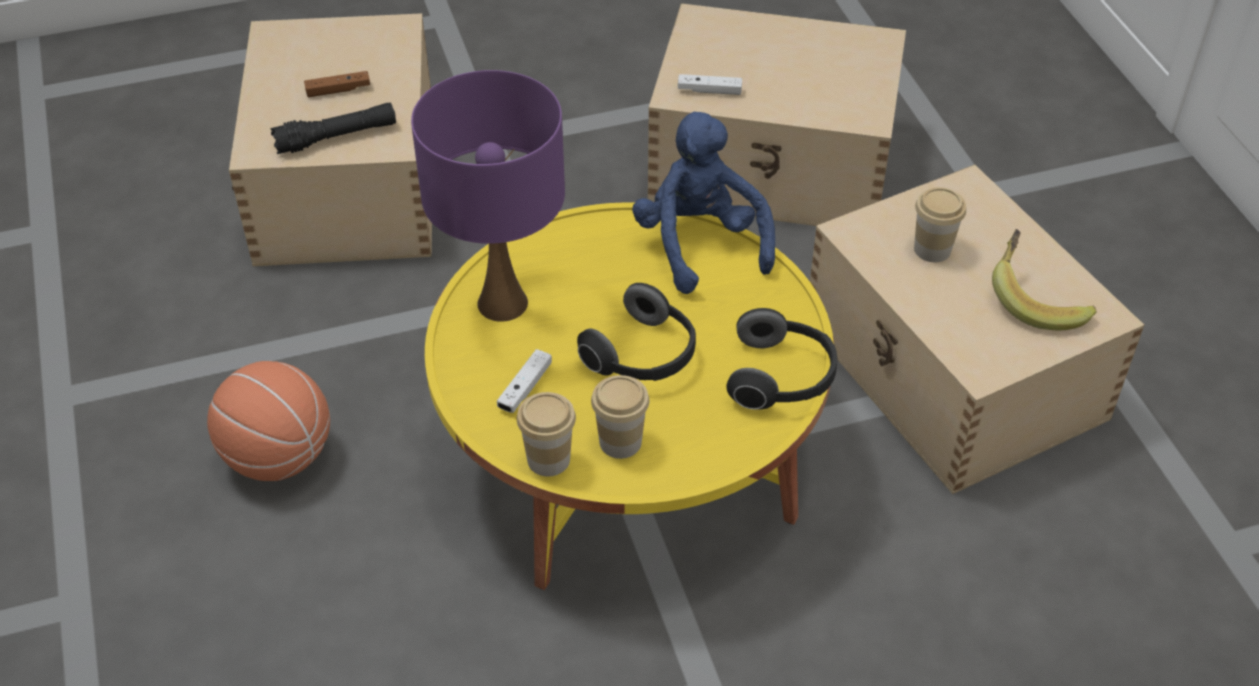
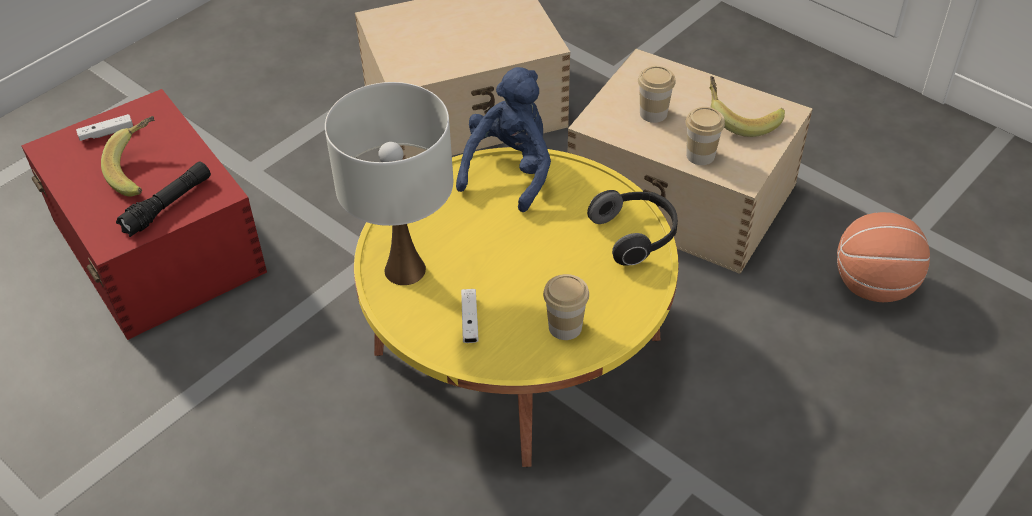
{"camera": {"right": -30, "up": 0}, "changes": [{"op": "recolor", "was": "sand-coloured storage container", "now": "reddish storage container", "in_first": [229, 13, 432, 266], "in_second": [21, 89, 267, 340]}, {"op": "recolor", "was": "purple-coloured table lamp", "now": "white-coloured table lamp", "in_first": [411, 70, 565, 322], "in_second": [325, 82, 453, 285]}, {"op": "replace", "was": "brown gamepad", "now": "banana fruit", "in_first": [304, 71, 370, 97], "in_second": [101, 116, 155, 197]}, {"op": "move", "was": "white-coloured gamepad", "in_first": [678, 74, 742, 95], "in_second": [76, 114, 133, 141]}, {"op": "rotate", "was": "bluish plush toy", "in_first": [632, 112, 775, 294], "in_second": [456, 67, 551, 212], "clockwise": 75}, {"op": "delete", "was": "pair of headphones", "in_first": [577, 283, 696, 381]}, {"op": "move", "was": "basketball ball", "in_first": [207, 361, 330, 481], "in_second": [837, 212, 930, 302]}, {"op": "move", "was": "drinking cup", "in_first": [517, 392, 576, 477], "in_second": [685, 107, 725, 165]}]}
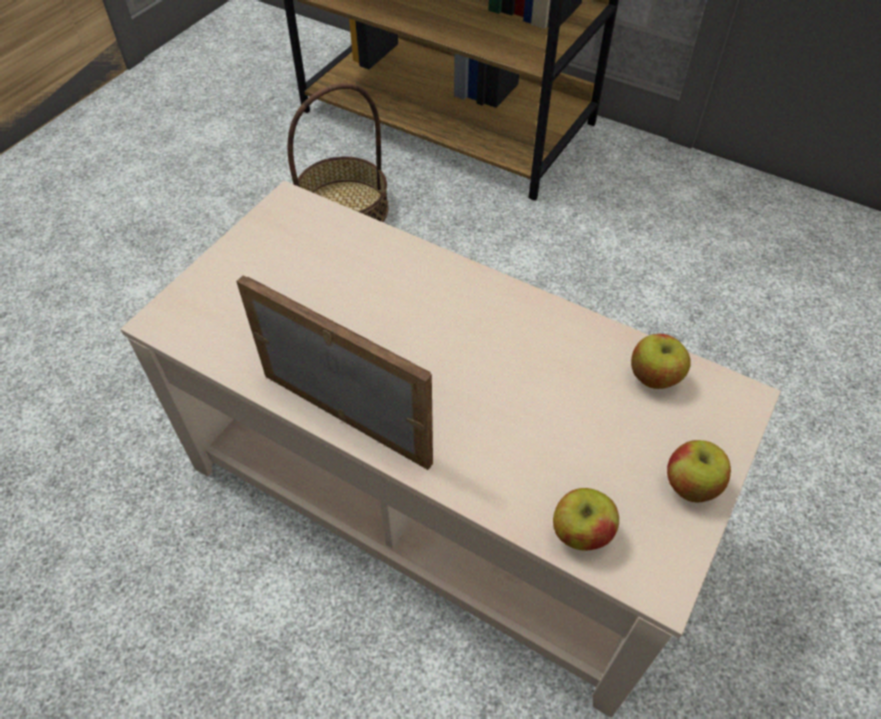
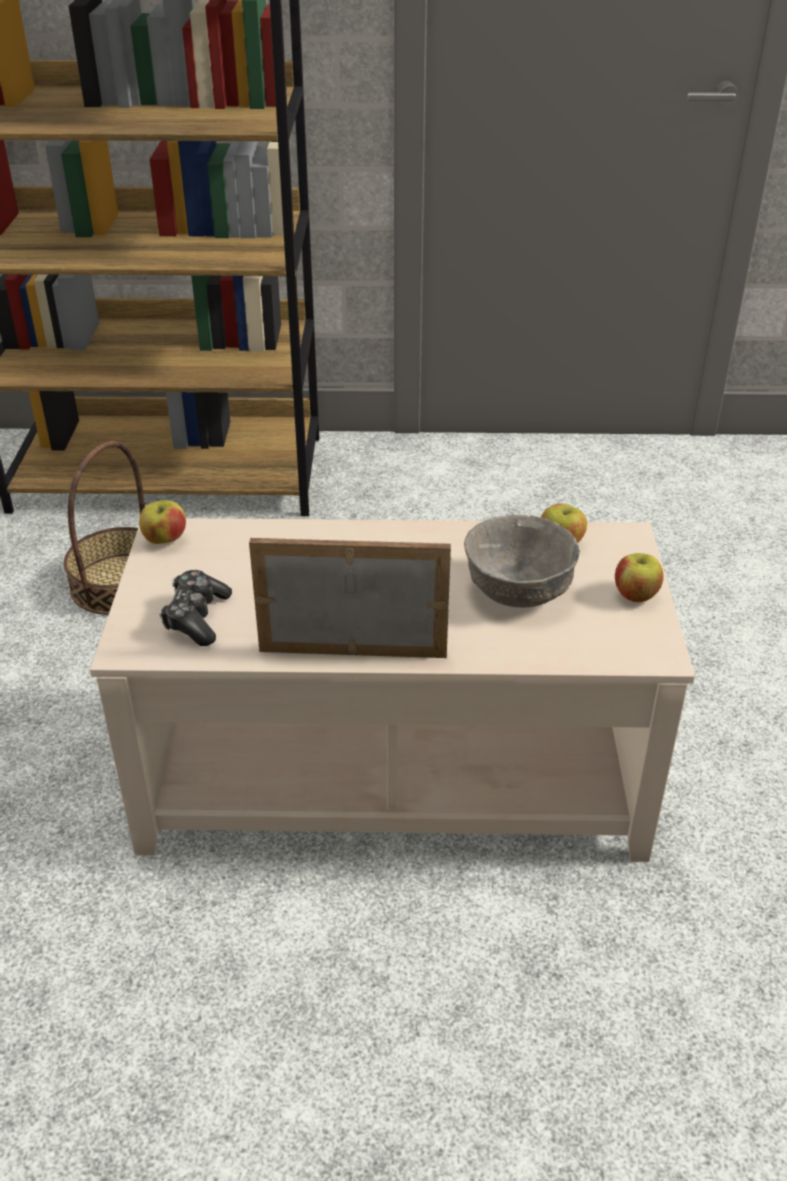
{"camera": {"right": -30, "up": -15}, "changes": [{"op": "move", "was": "whole apple", "in_first": [553, 488, 619, 551], "in_second": [139, 500, 186, 544]}, {"op": "insert", "now": "greyish serving bowl", "in_second": [464, 515, 580, 607]}, {"op": "insert", "now": "gamepad", "in_second": [159, 570, 232, 646]}]}
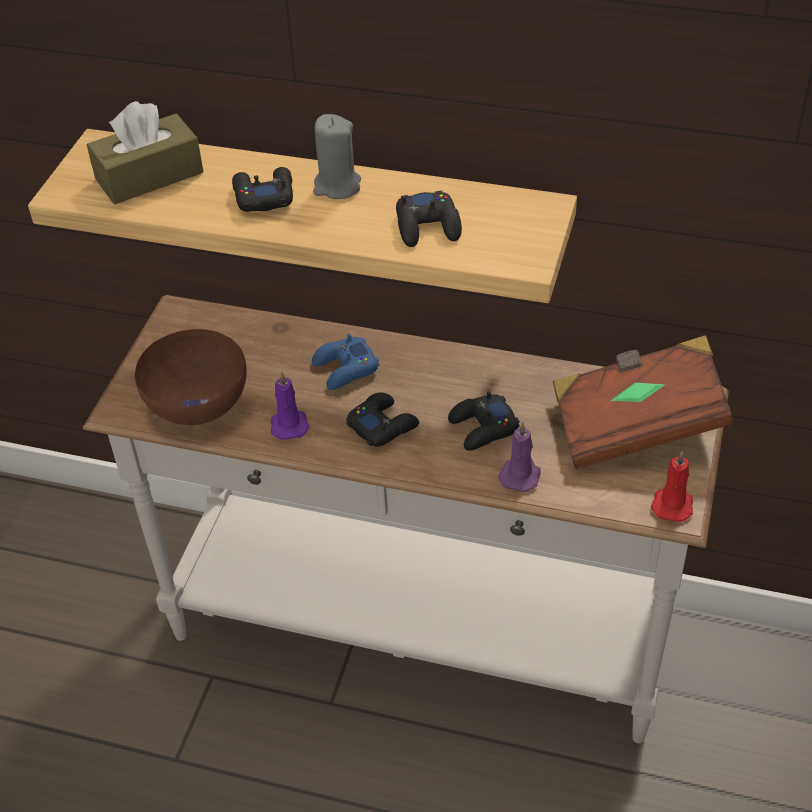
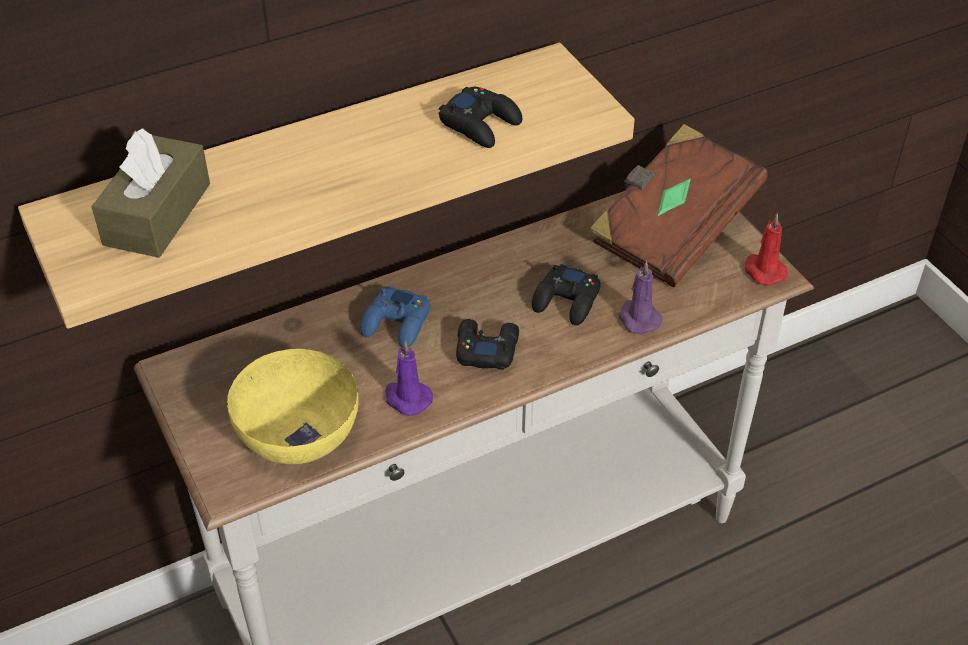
{"camera": {"right": -45, "up": 0}, "changes": [{"op": "delete", "was": "greyish wax candle", "in_first": [313, 114, 361, 199]}, {"op": "delete", "was": "black gamepad", "in_first": [232, 167, 293, 212]}, {"op": "recolor", "was": "brown serving bowl", "now": "yellowish serving bowl", "in_first": [135, 329, 247, 425], "in_second": [227, 349, 359, 464]}]}
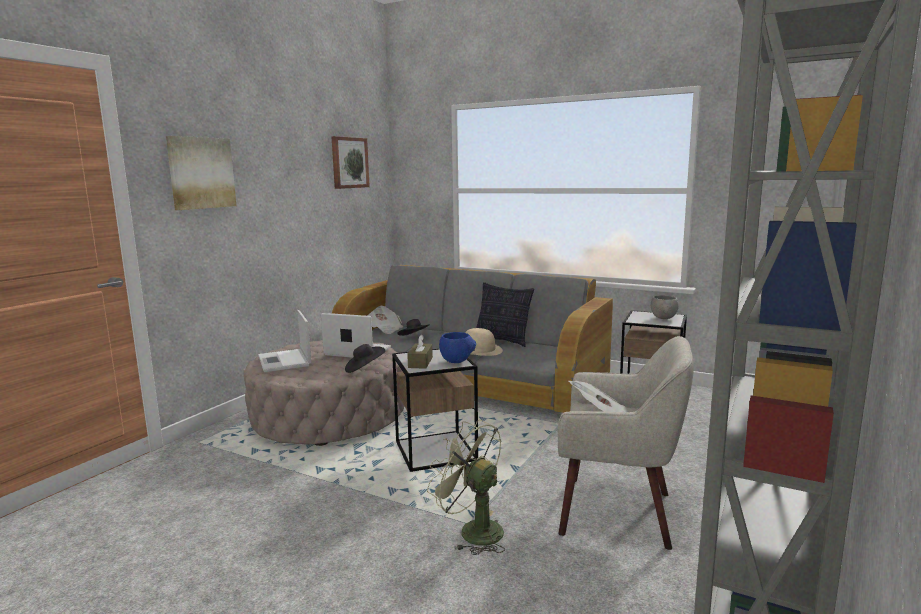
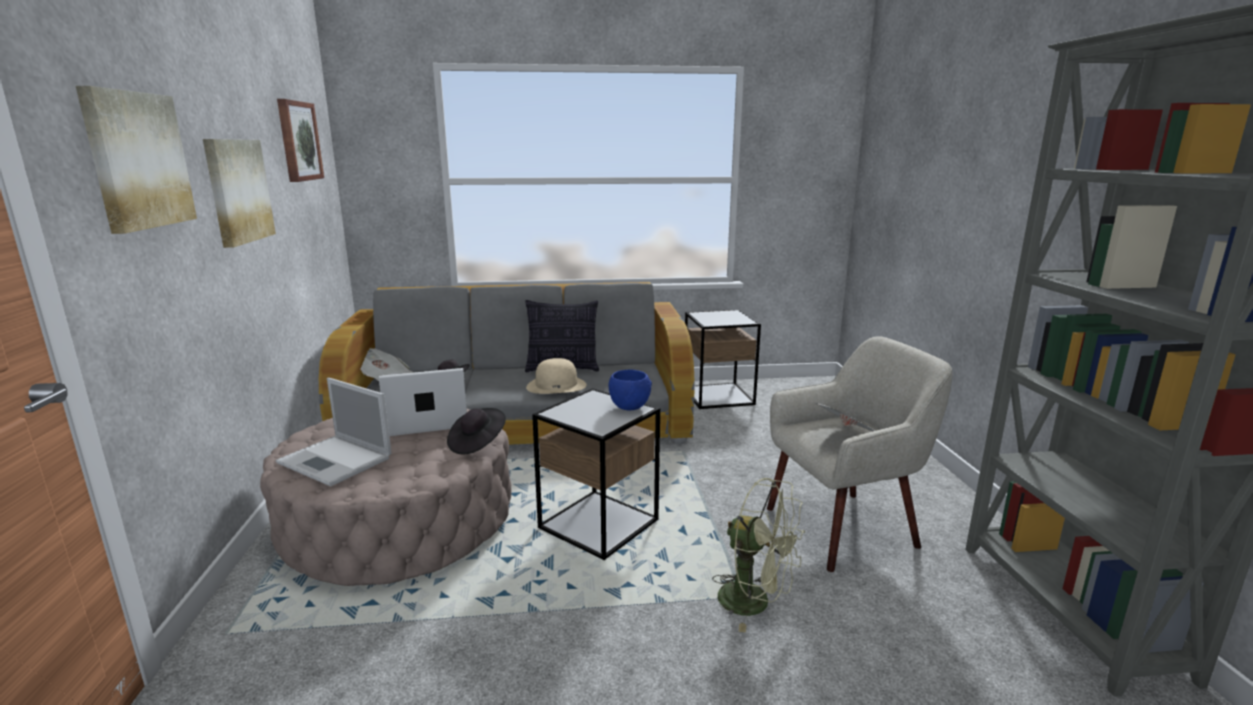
{"camera": {"right": -35, "up": 5}, "changes": [{"op": "delete", "was": "greyish serving bowl", "in_first": [651, 295, 679, 319]}, {"op": "delete", "was": "brown tissue holder", "in_first": [407, 334, 433, 369]}, {"op": "rotate", "was": "green-coloured cooling fan", "in_first": [427, 420, 505, 555], "in_second": [712, 478, 805, 632], "clockwise": -150}, {"op": "insert", "now": "picture", "in_second": [203, 139, 276, 248]}]}
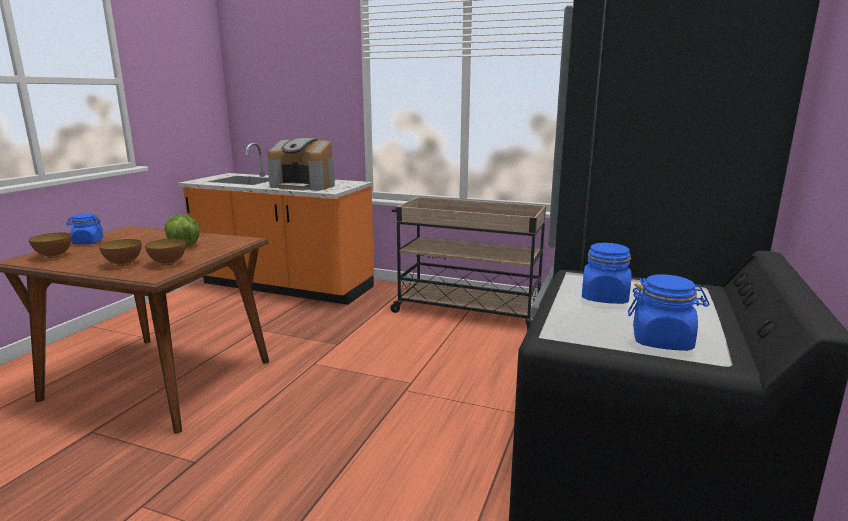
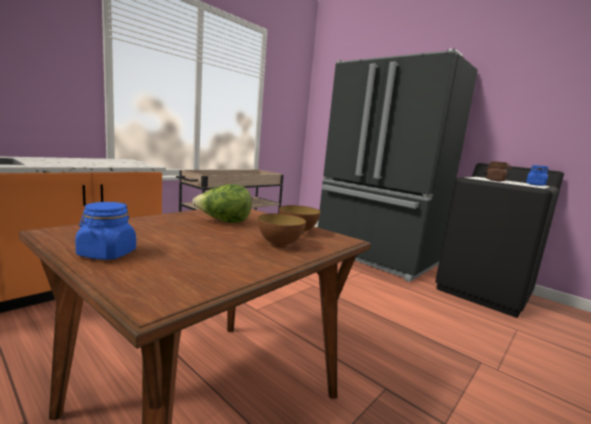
{"camera": {"right": -70, "up": -5}, "changes": [{"op": "delete", "was": "coffee machine", "in_first": [267, 138, 335, 191]}, {"op": "delete", "was": "serving bowl", "in_first": [29, 233, 72, 258]}, {"op": "recolor", "was": "bluish storage jar", "now": "brown storage jar", "in_first": [582, 243, 631, 304], "in_second": [486, 161, 511, 182]}]}
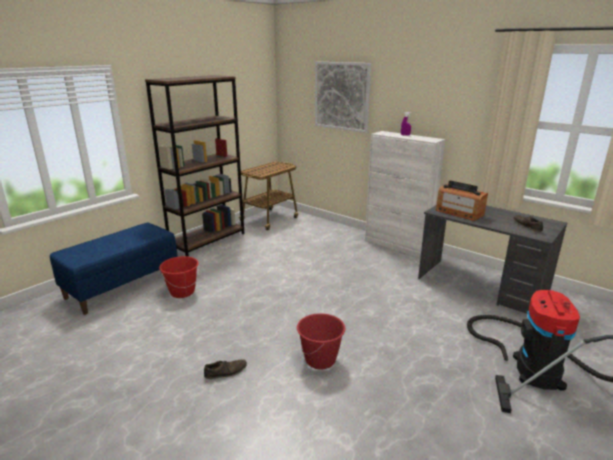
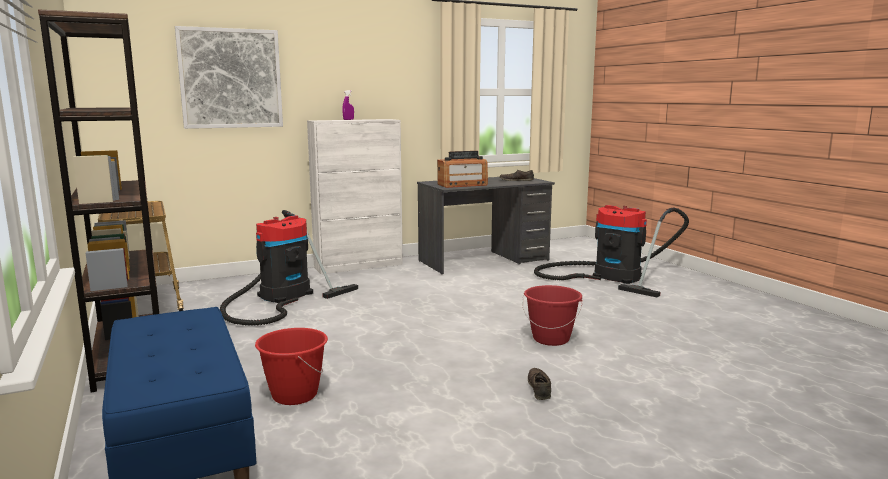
{"camera": {"right": -65, "up": -10}, "changes": [{"op": "insert", "now": "vacuum", "in_second": [220, 210, 358, 326]}]}
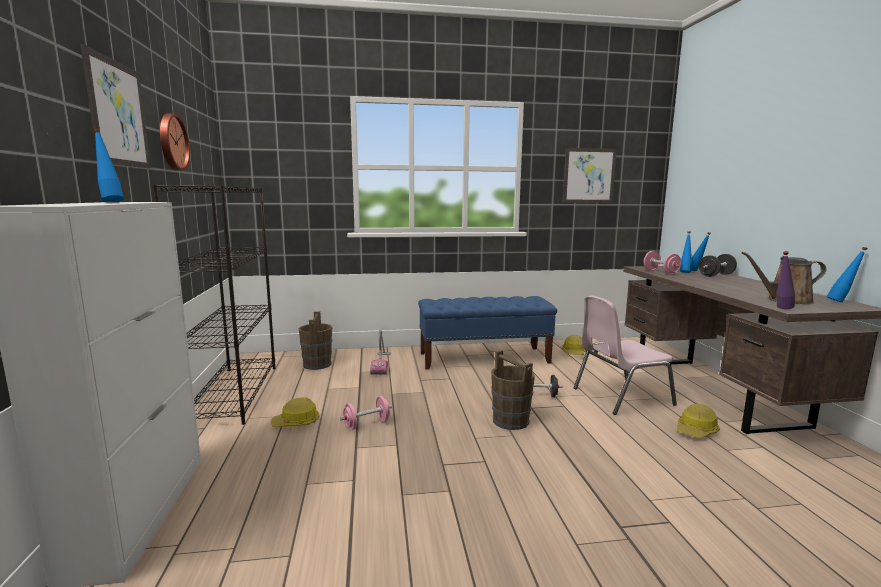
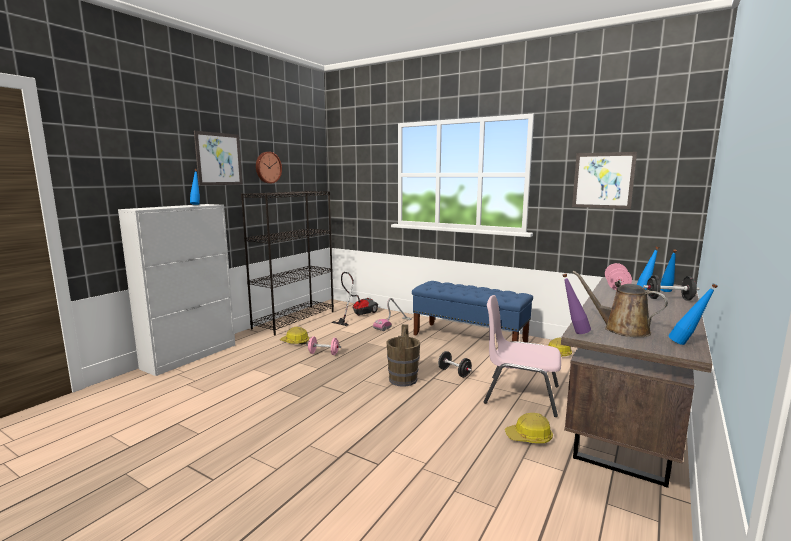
{"camera": {"right": 40, "up": 0}, "changes": [{"op": "replace", "was": "brown bucket", "now": "vacuum", "in_first": [298, 311, 332, 370], "in_second": [332, 272, 378, 326]}]}
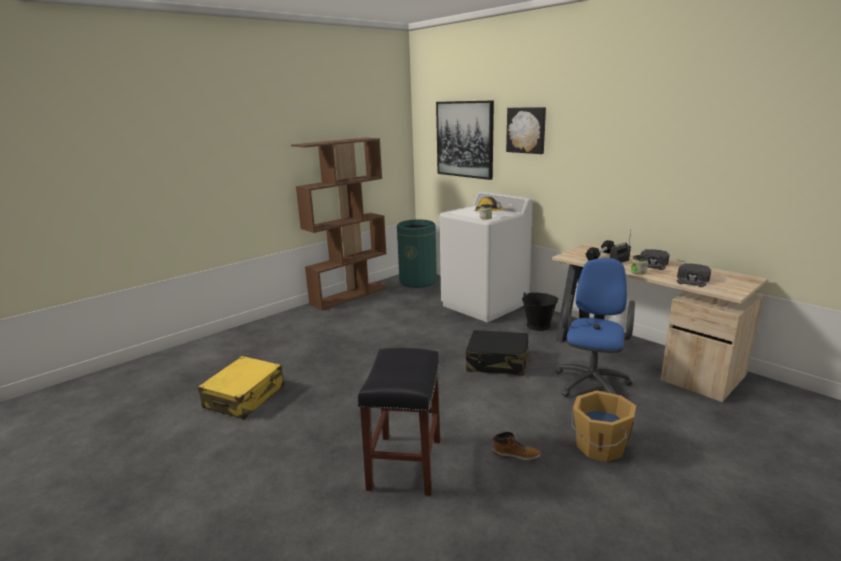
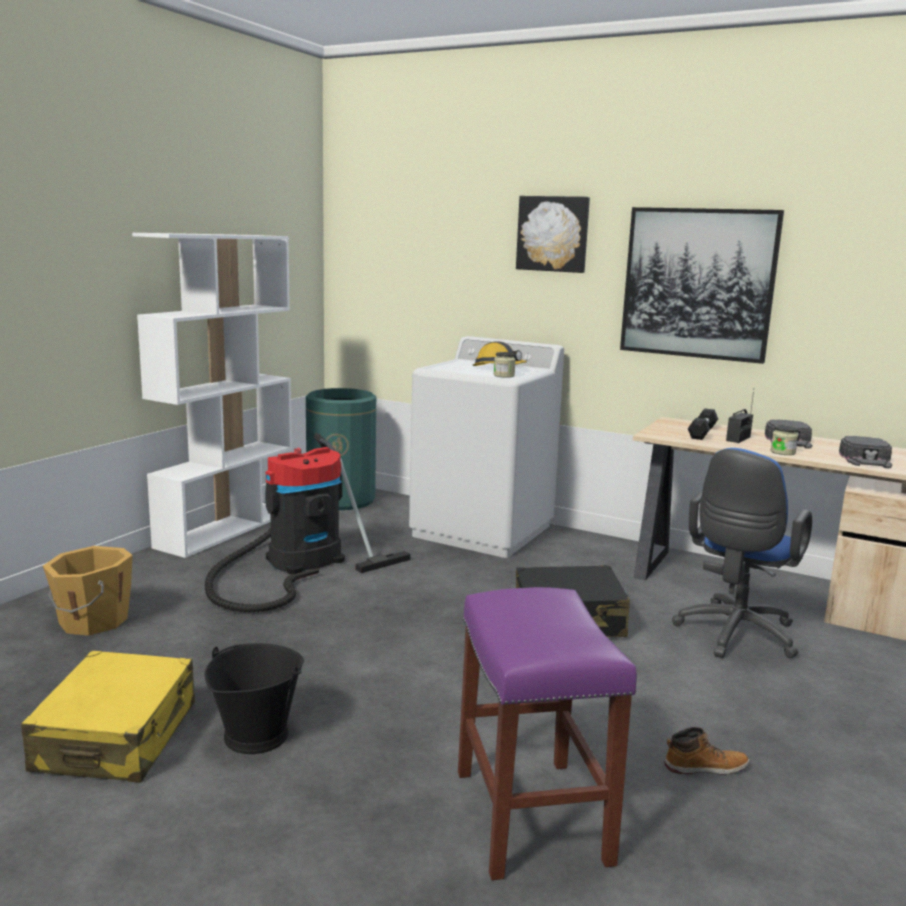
{"camera": {"right": -20, "up": -5}, "changes": [{"op": "move", "was": "picture", "in_first": [436, 100, 494, 180], "in_second": [620, 207, 784, 364]}, {"op": "recolor", "was": "brown bookcase", "now": "white-coloured bookcase", "in_first": [291, 138, 388, 310], "in_second": [132, 233, 292, 558]}, {"op": "rotate", "was": "bluish desk chair", "in_first": [555, 258, 635, 397], "in_second": [672, 448, 812, 658], "clockwise": -150}, {"op": "move", "was": "black bucket", "in_first": [522, 292, 558, 331], "in_second": [205, 643, 304, 754]}, {"op": "recolor", "was": "black stool seat", "now": "purple-coloured stool seat", "in_first": [358, 348, 440, 496], "in_second": [458, 587, 637, 880]}, {"op": "move", "was": "orangey bucket", "in_first": [572, 390, 636, 462], "in_second": [43, 546, 133, 636]}, {"op": "insert", "now": "vacuum", "in_second": [205, 434, 411, 613]}]}
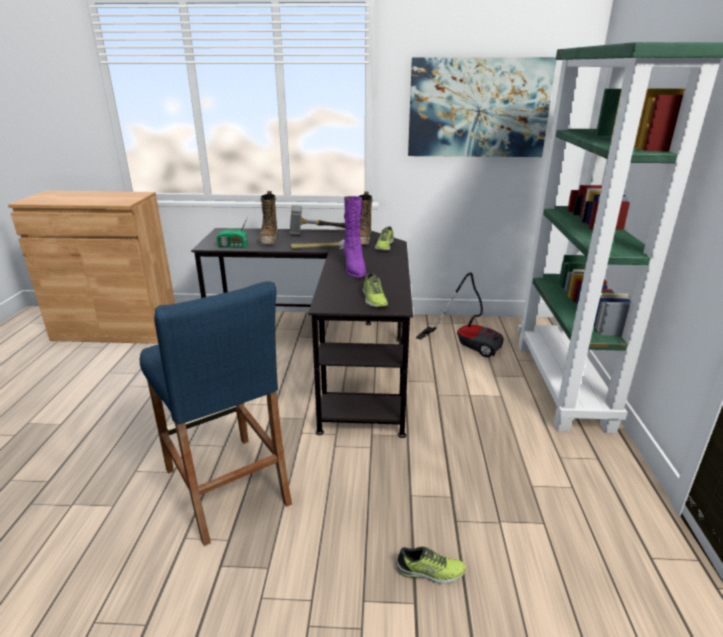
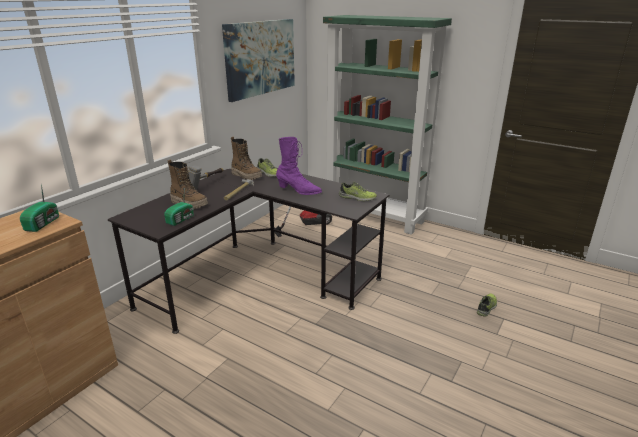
{"camera": {"right": -60, "up": 0}, "changes": [{"op": "delete", "was": "bluish stool seat", "in_first": [140, 281, 292, 546]}, {"op": "insert", "now": "radio set", "in_second": [20, 184, 59, 232]}]}
